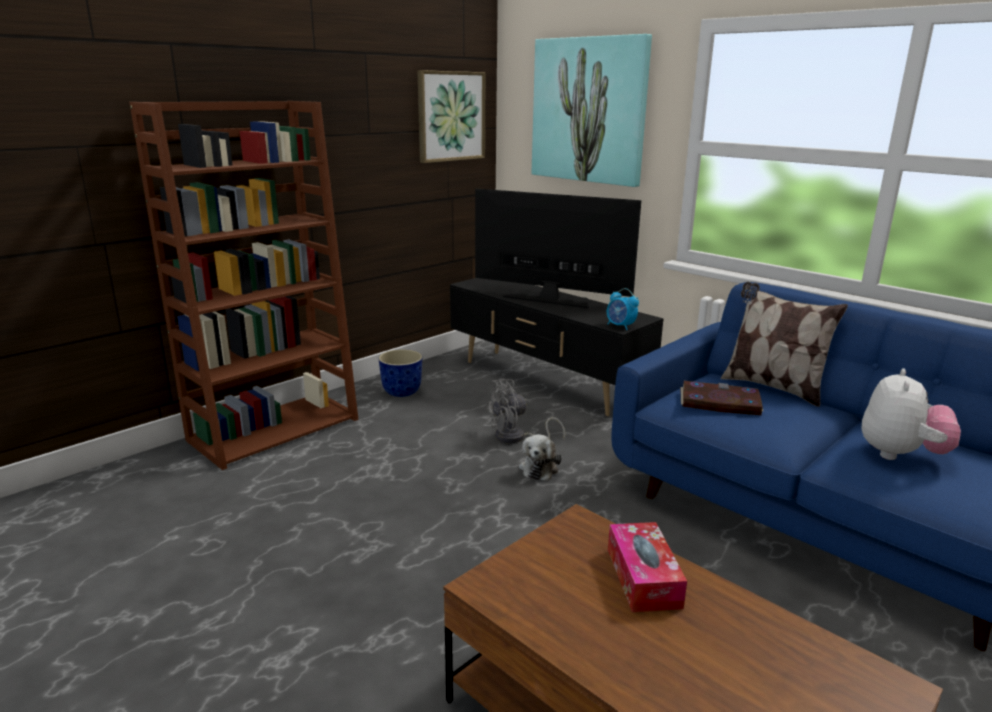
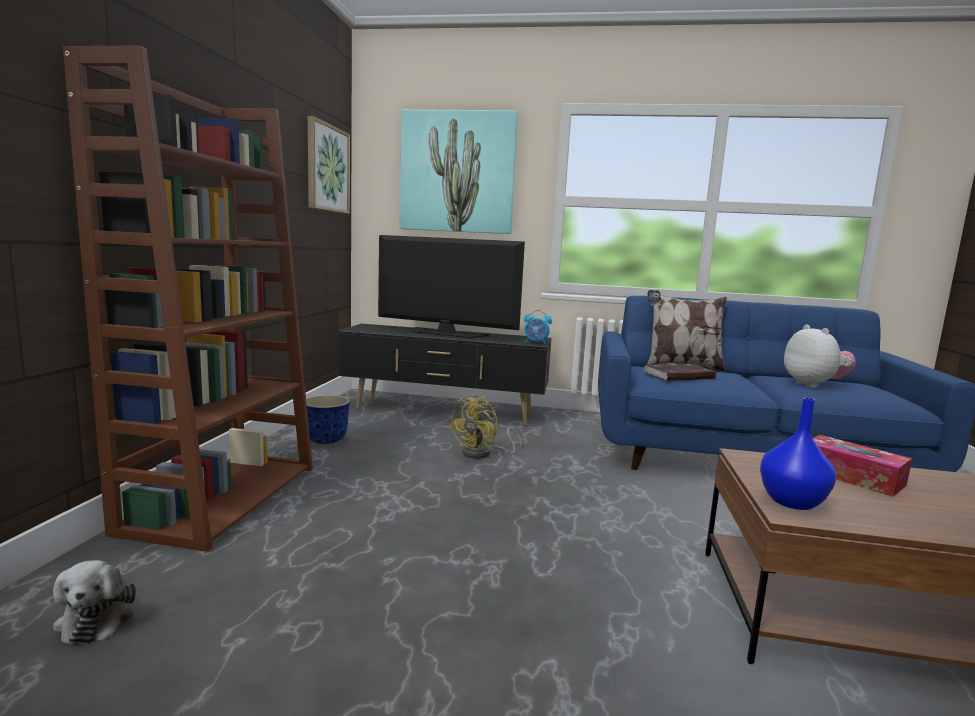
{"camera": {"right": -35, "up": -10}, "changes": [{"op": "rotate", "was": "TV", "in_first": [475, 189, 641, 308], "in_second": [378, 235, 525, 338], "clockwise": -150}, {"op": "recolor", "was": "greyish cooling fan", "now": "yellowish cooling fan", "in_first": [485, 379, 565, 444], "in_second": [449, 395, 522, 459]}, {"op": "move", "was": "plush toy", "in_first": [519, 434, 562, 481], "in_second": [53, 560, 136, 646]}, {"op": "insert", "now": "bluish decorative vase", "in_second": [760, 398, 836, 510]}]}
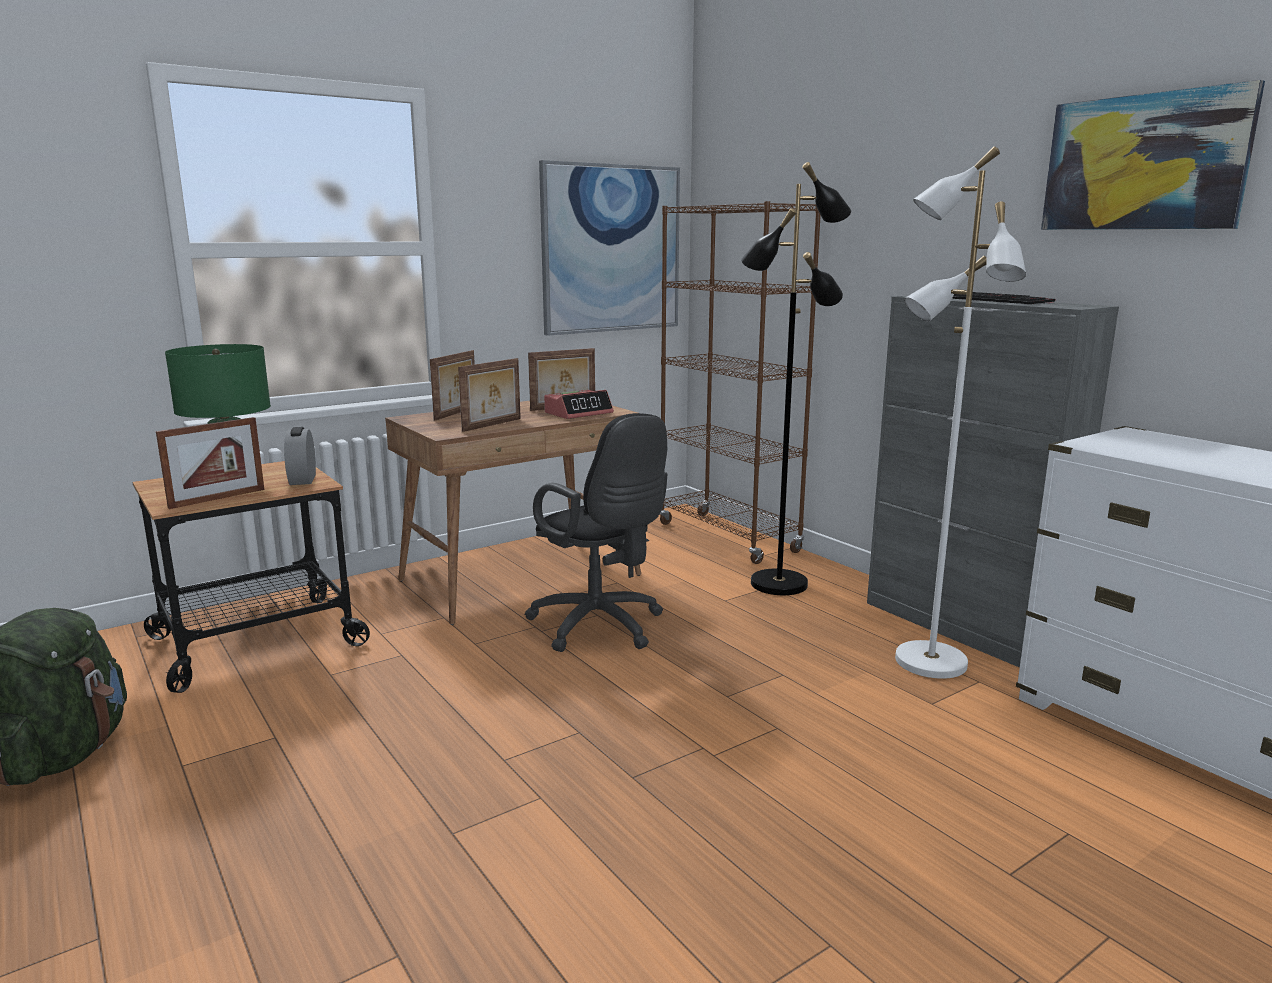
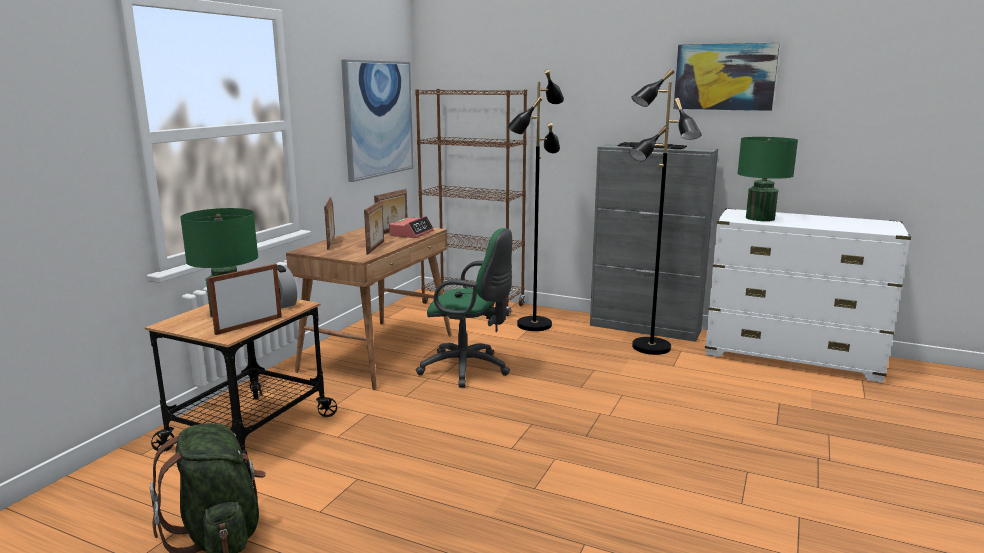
{"camera": {"right": -30, "up": 0}, "changes": [{"op": "recolor", "was": "white-coloured standing lamp", "now": "black standing lamp", "in_first": [895, 146, 1026, 679], "in_second": [629, 69, 701, 355]}, {"op": "recolor", "was": "black desk chair", "now": "green-coloured desk chair", "in_first": [525, 413, 667, 652], "in_second": [416, 228, 512, 388]}, {"op": "rotate", "was": "standing frame", "in_first": [156, 417, 264, 509], "in_second": [208, 264, 282, 335], "clockwise": -150}, {"op": "insert", "now": "green-coloured table lamp", "in_second": [737, 137, 798, 221]}]}
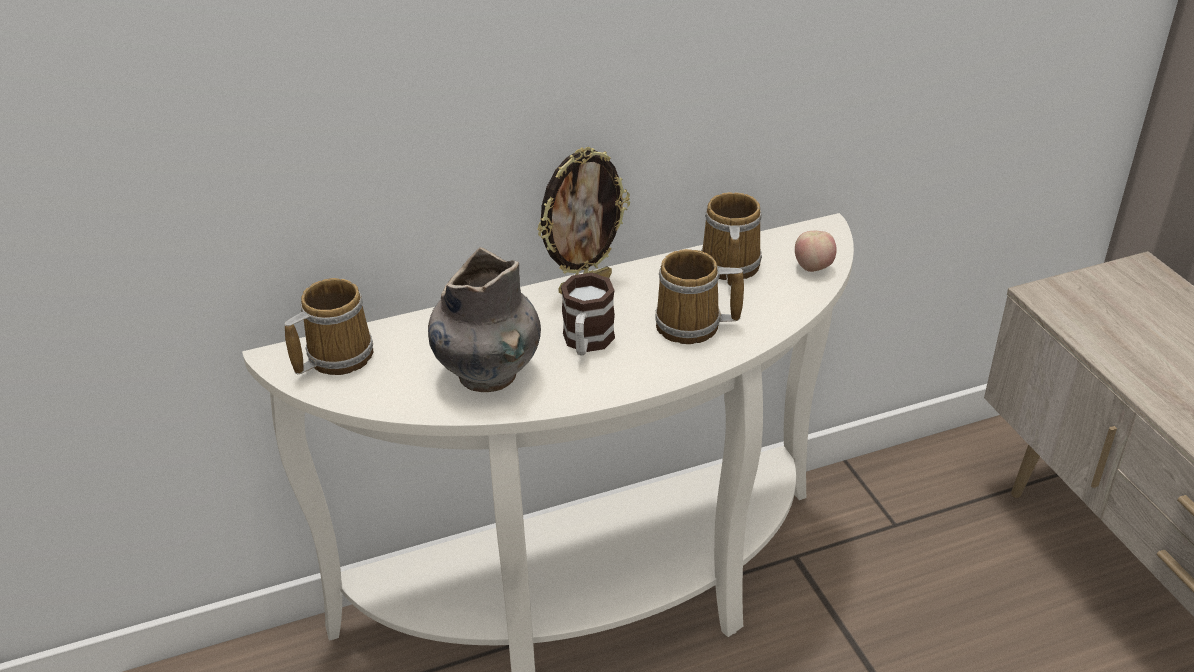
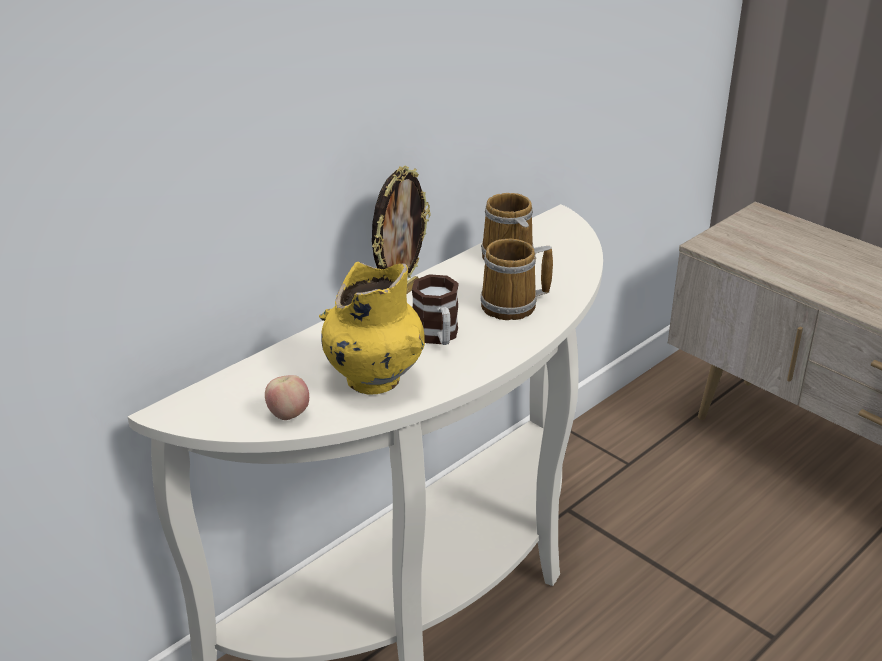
{"camera": {"right": -25, "up": -5}, "changes": [{"op": "move", "was": "whole apple", "in_first": [795, 231, 837, 272], "in_second": [265, 375, 309, 420]}, {"op": "recolor", "was": "greyish decorative vase", "now": "yellowish decorative vase", "in_first": [428, 247, 541, 392], "in_second": [319, 262, 425, 395]}, {"op": "delete", "was": "mug", "in_first": [285, 278, 373, 375]}]}
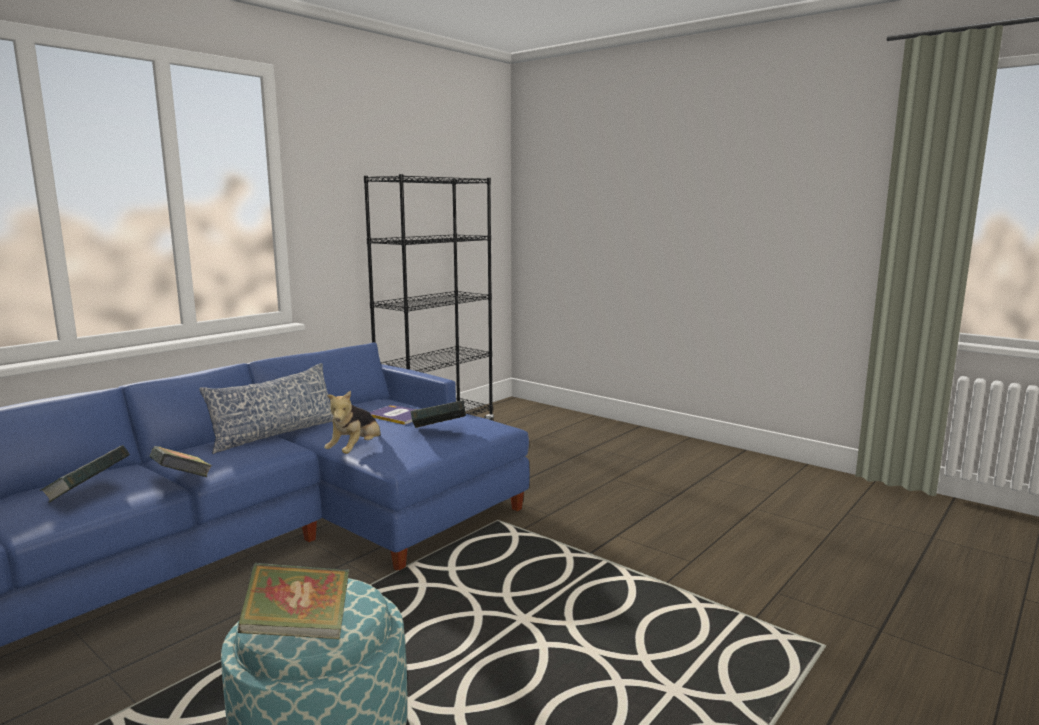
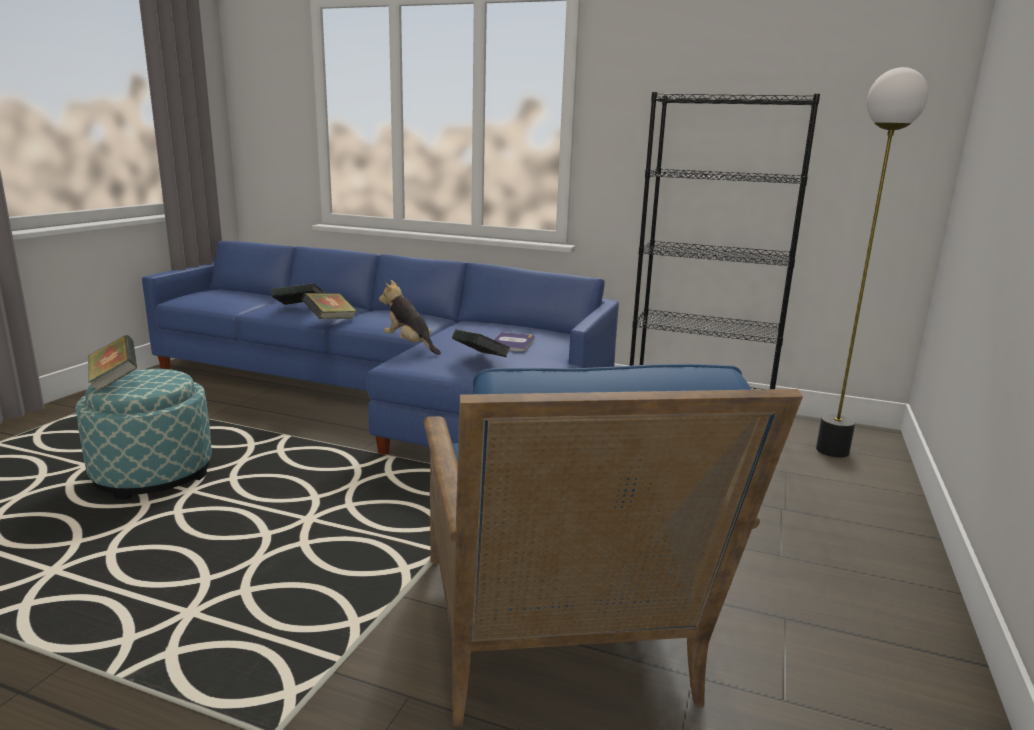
{"camera": {"right": 70, "up": 5}, "changes": [{"op": "delete", "was": "pillow", "in_first": [199, 363, 333, 454]}, {"op": "rotate", "was": "plush toy", "in_first": [324, 391, 381, 454], "in_second": [379, 280, 441, 355], "clockwise": 45}, {"op": "insert", "now": "standing lamp", "in_second": [816, 67, 928, 458]}, {"op": "insert", "now": "bluish armchair", "in_second": [424, 364, 803, 726]}]}
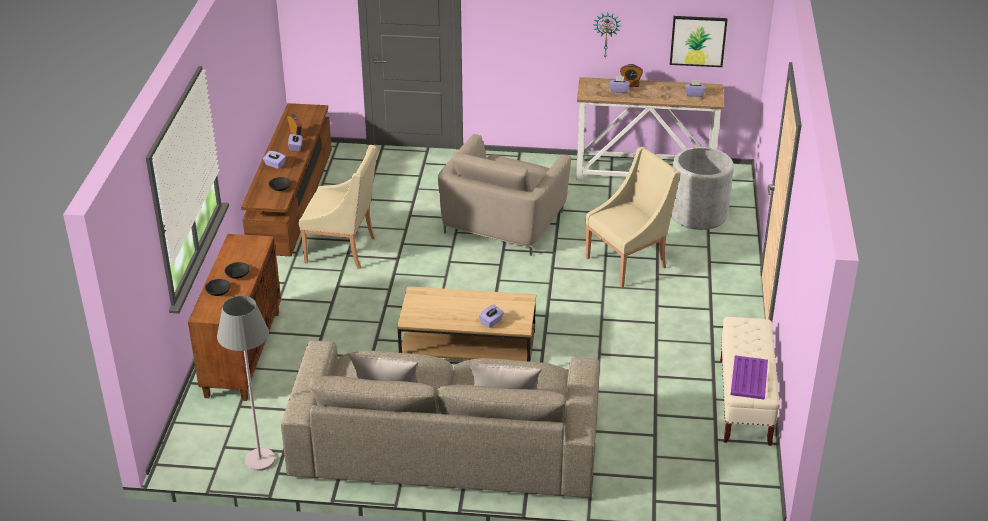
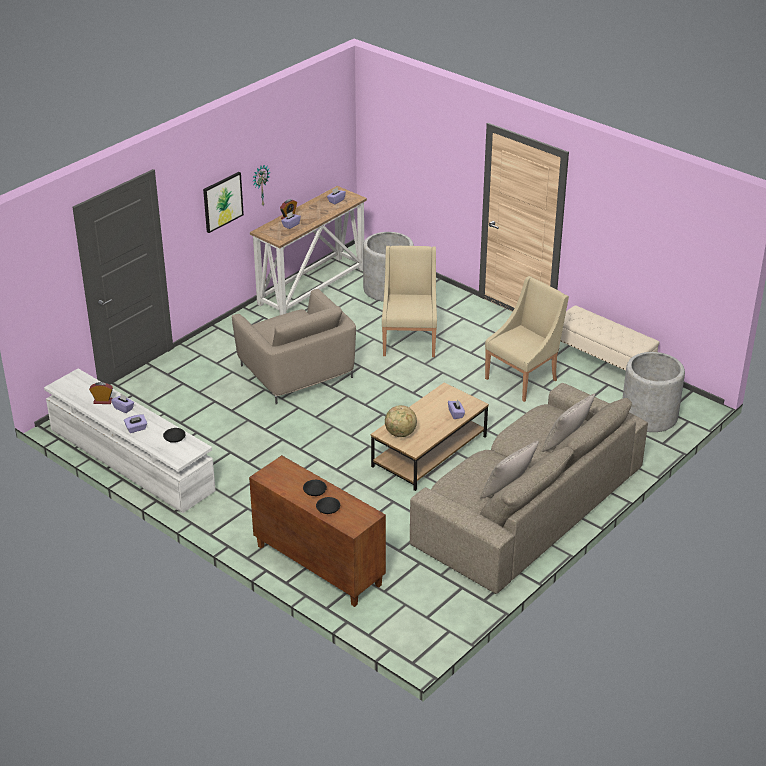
{"camera": {"right": -55, "up": 0}, "changes": [{"op": "move", "was": "picture", "in_first": [670, 16, 727, 67], "in_second": [203, 172, 244, 233]}, {"op": "recolor", "was": "brown media console", "now": "white-coloured media console", "in_first": [241, 103, 332, 256], "in_second": [44, 369, 216, 513]}, {"op": "move", "was": "sand-coloured armchair", "in_first": [299, 145, 377, 269], "in_second": [485, 276, 569, 402]}, {"op": "delete", "was": "greyish standing lamp", "in_first": [217, 296, 275, 471]}, {"op": "delete", "was": "purple-coloured serving tray", "in_first": [731, 355, 768, 400]}, {"op": "insert", "now": "greyish plant pot", "in_second": [622, 352, 685, 432]}, {"op": "insert", "now": "world globe", "in_second": [385, 405, 417, 437]}]}
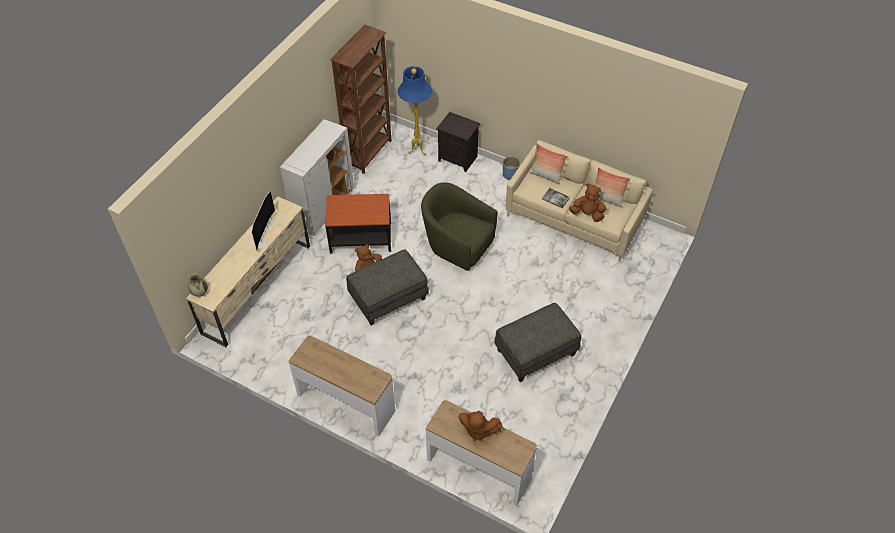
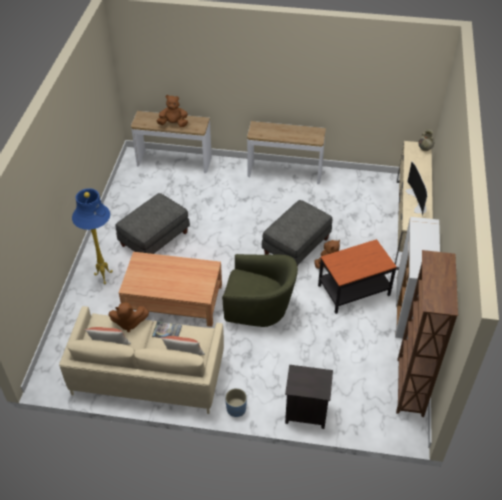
{"camera": {"right": 160, "up": -5}, "changes": [{"op": "move", "was": "bluish standing lamp", "in_first": [398, 66, 432, 155], "in_second": [72, 188, 113, 284]}, {"op": "insert", "now": "brown low table", "in_second": [119, 252, 222, 327]}]}
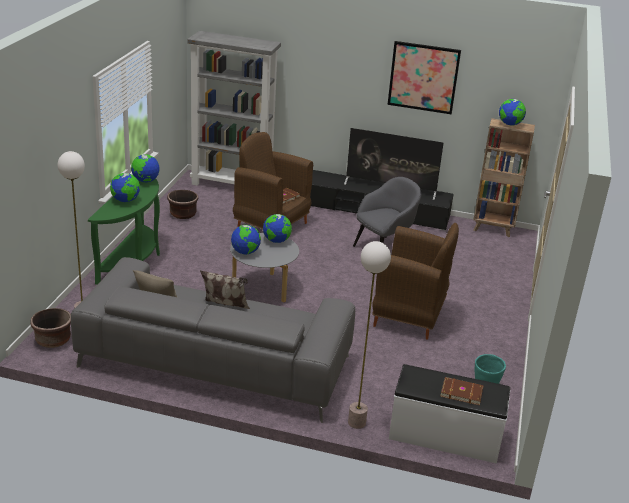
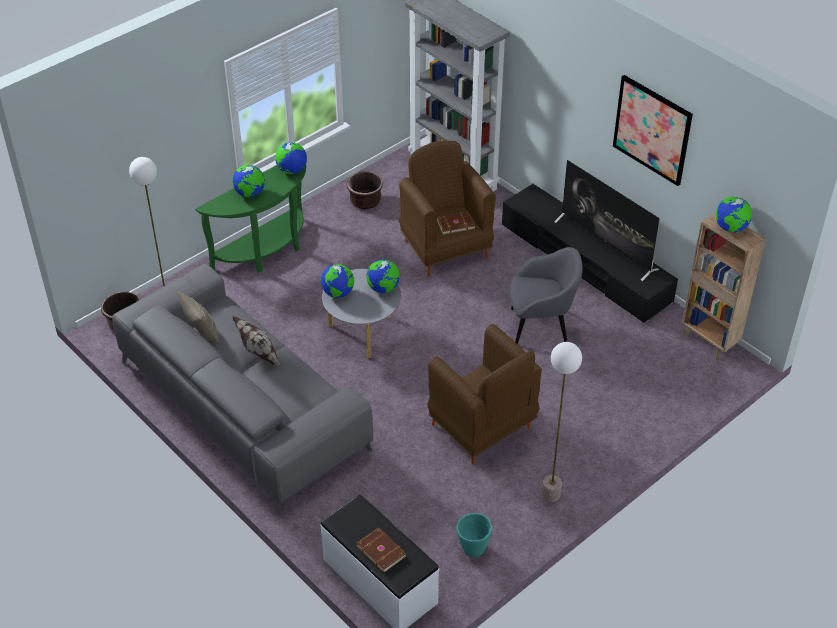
{"camera": {"right": 35, "up": 15}, "changes": [{"op": "move", "was": "standing lamp", "in_first": [348, 241, 391, 429], "in_second": [542, 342, 582, 502]}]}
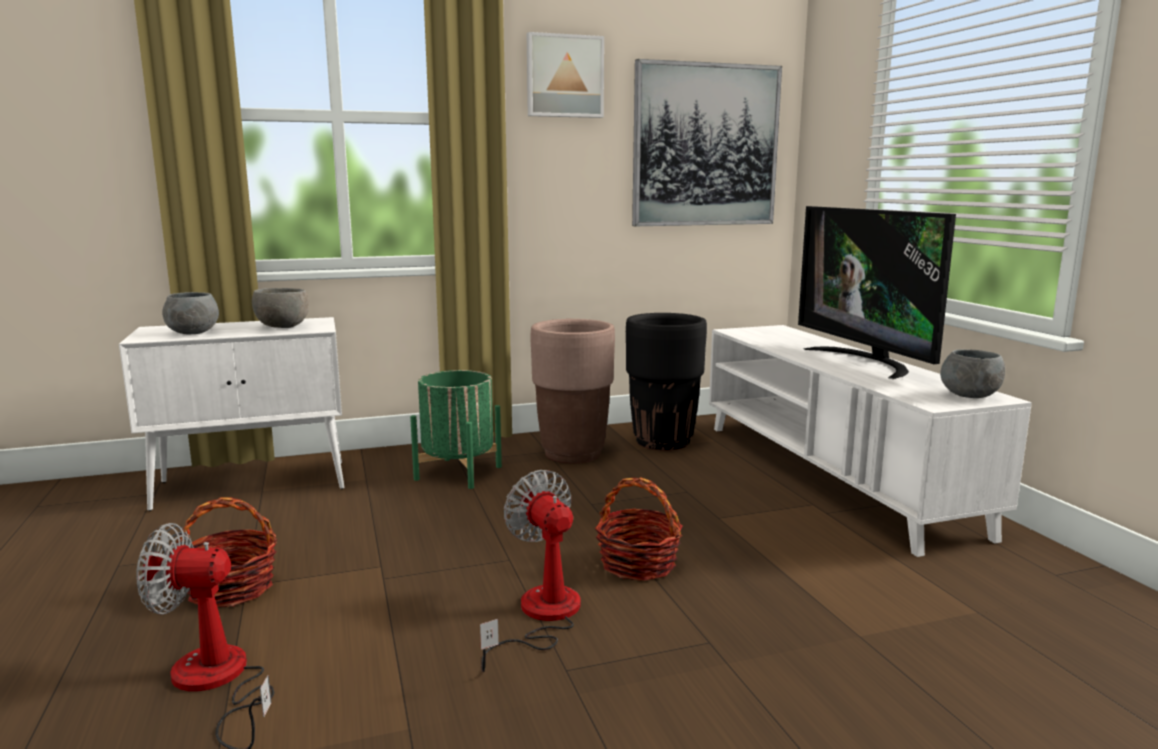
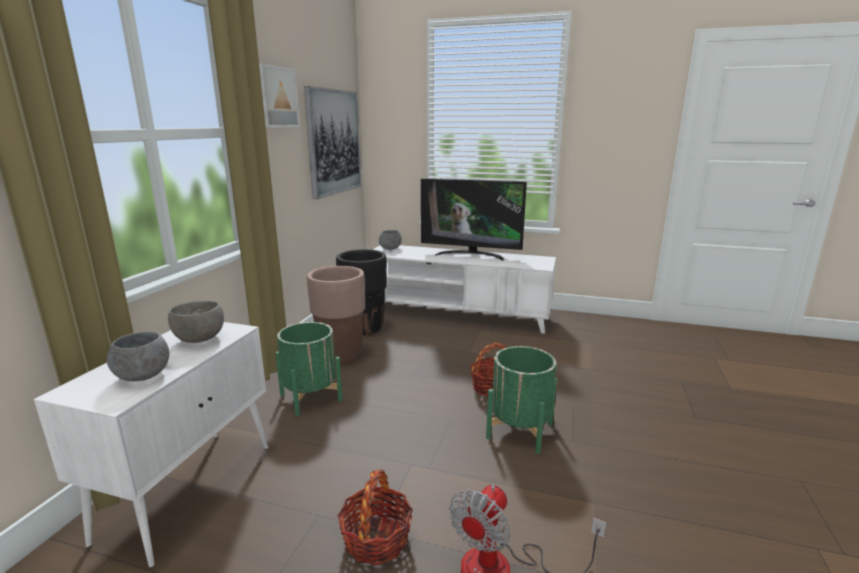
{"camera": {"right": -55, "up": 5}, "changes": [{"op": "move", "was": "greyish serving bowl", "in_first": [940, 349, 1005, 398], "in_second": [379, 230, 402, 250]}, {"op": "replace", "was": "cooling fan", "now": "green-coloured plant pot", "in_first": [480, 470, 581, 672], "in_second": [486, 346, 557, 454]}]}
